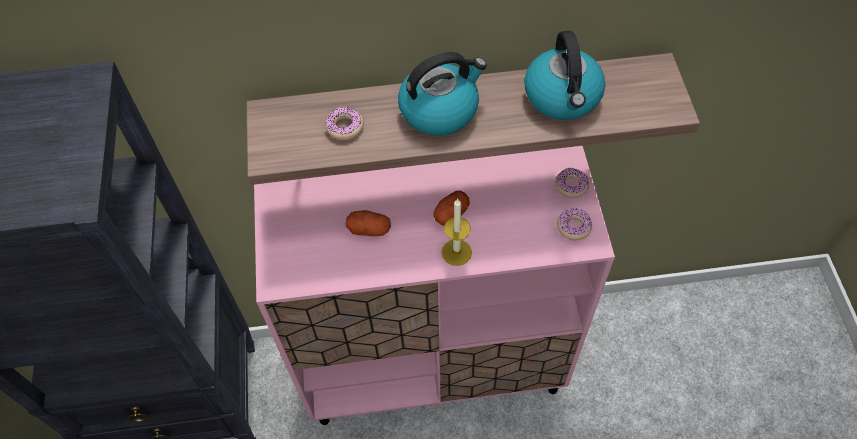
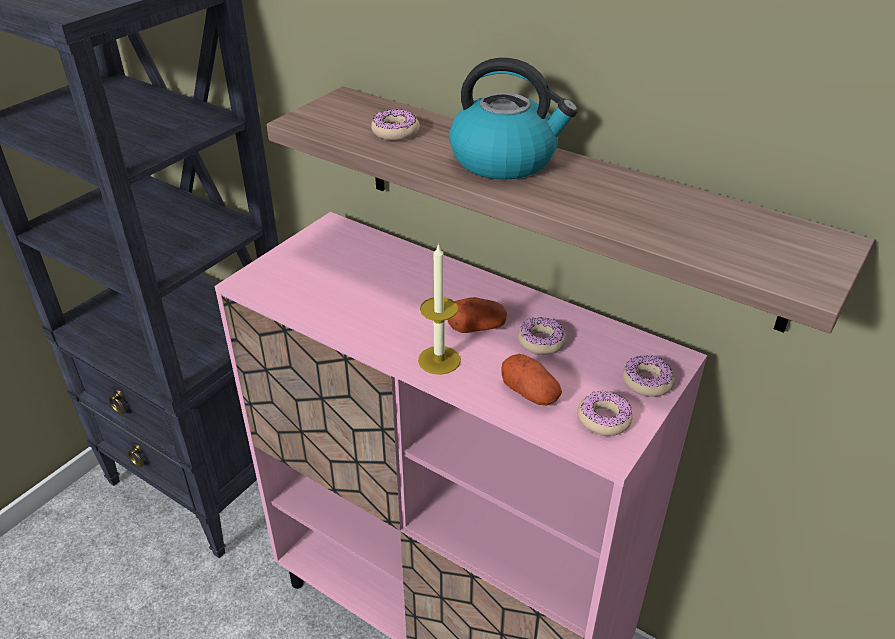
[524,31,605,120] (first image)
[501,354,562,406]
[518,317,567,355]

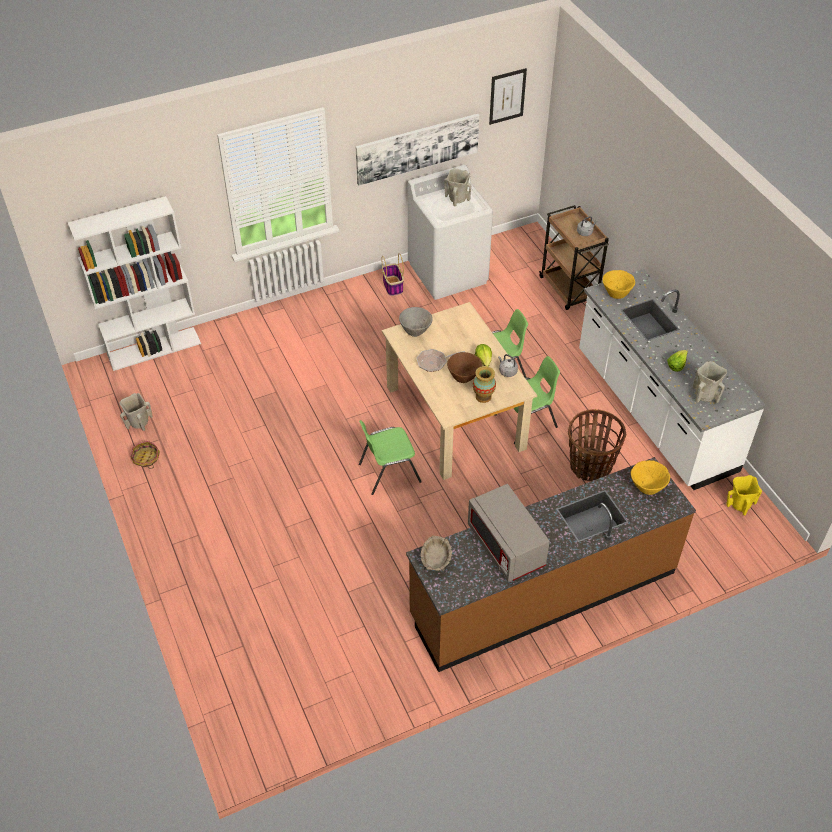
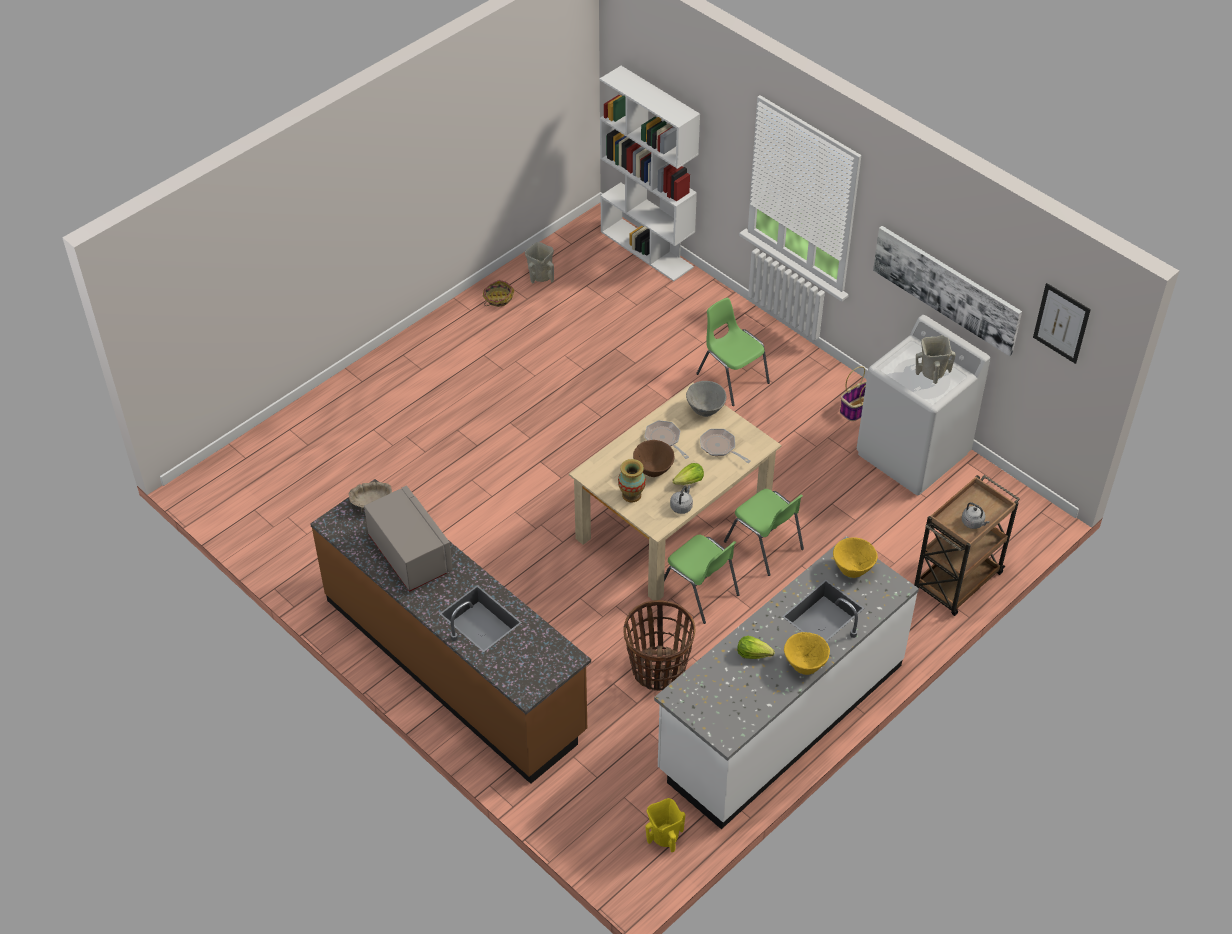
[693,361,727,403] (first image)
[696,298,770,406]
[784,632,830,675]
[364,486,453,592]
[700,429,751,463]

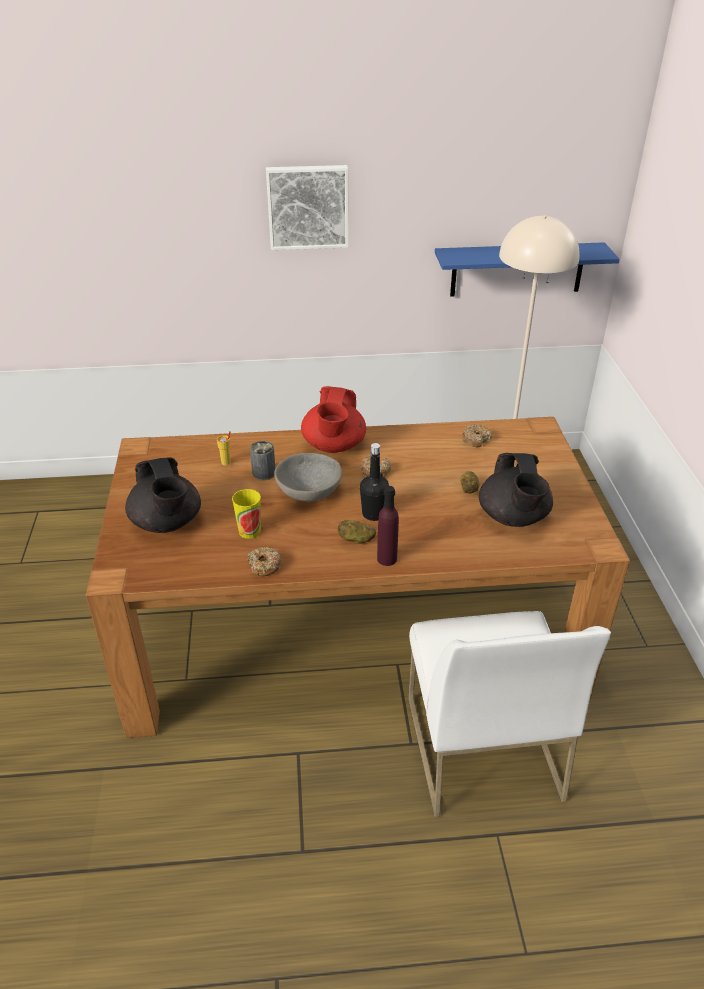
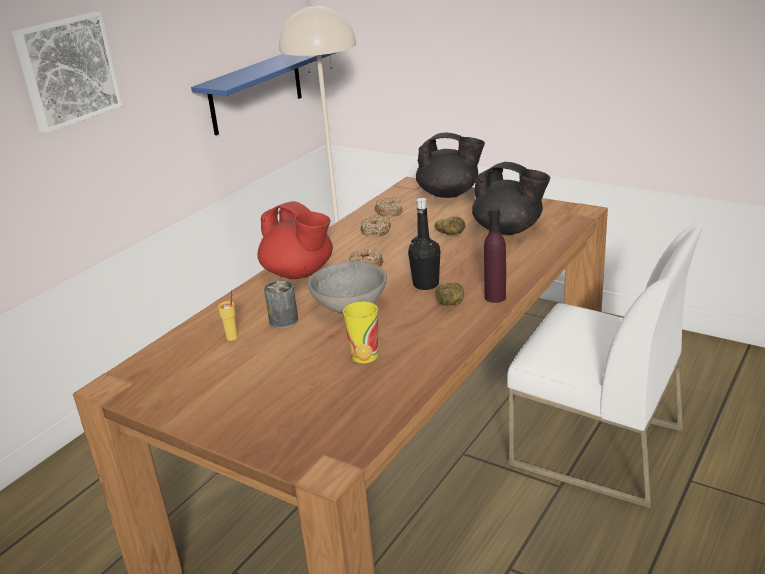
[416,132,485,198]
[360,215,391,236]

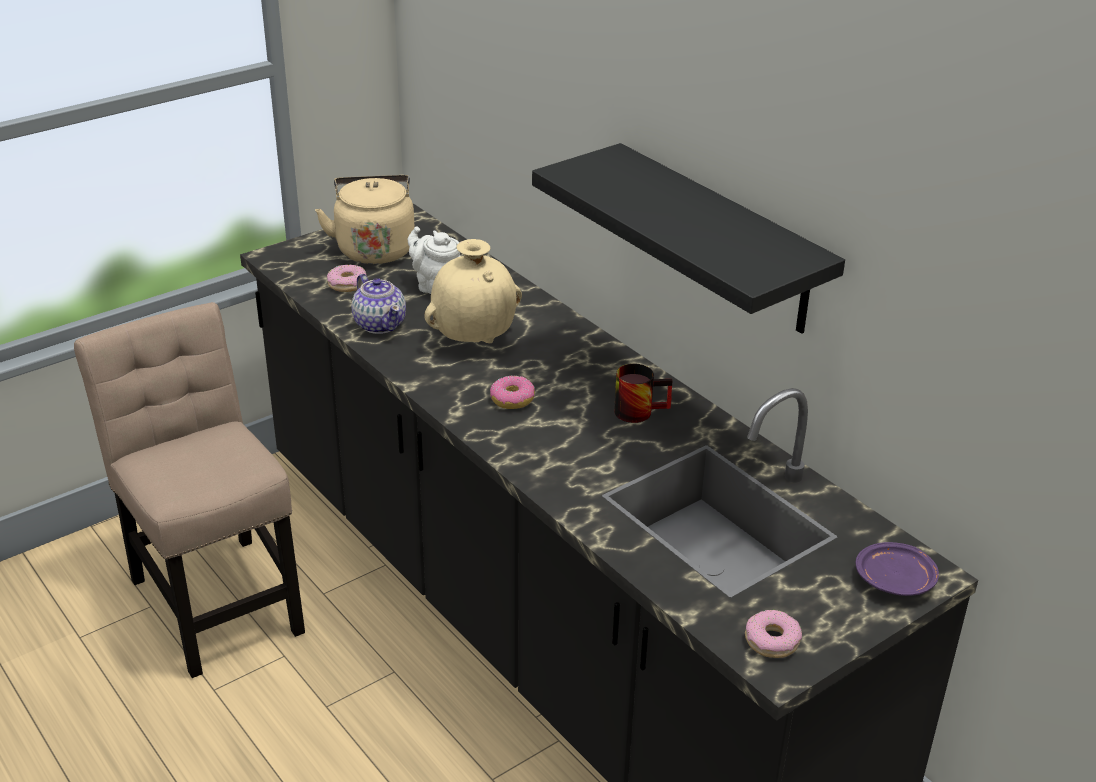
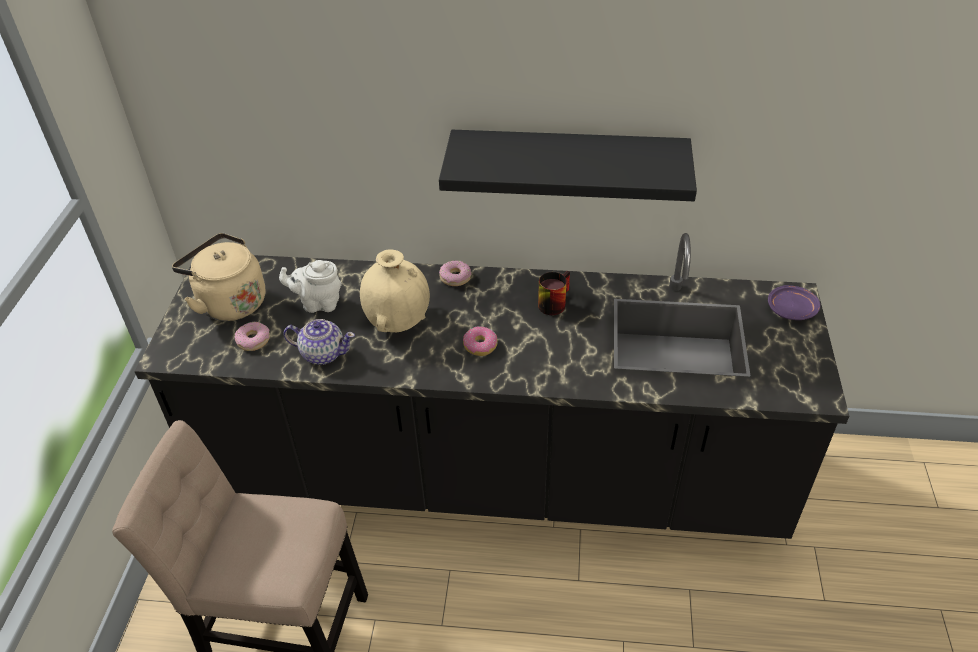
[439,261,471,286]

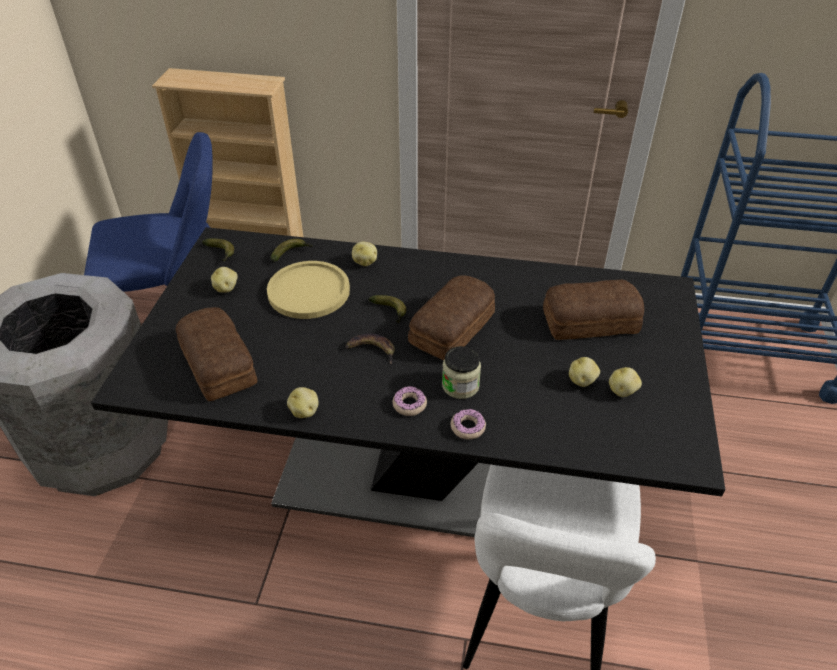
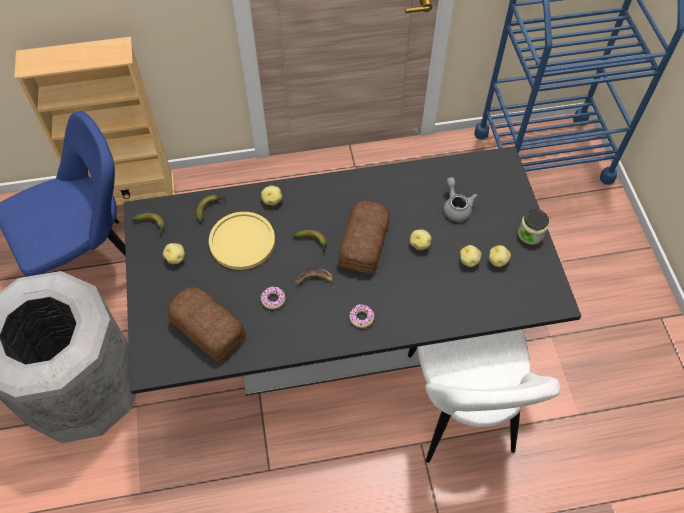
[443,177,478,222]
[518,209,549,245]
[410,229,432,250]
[261,286,285,309]

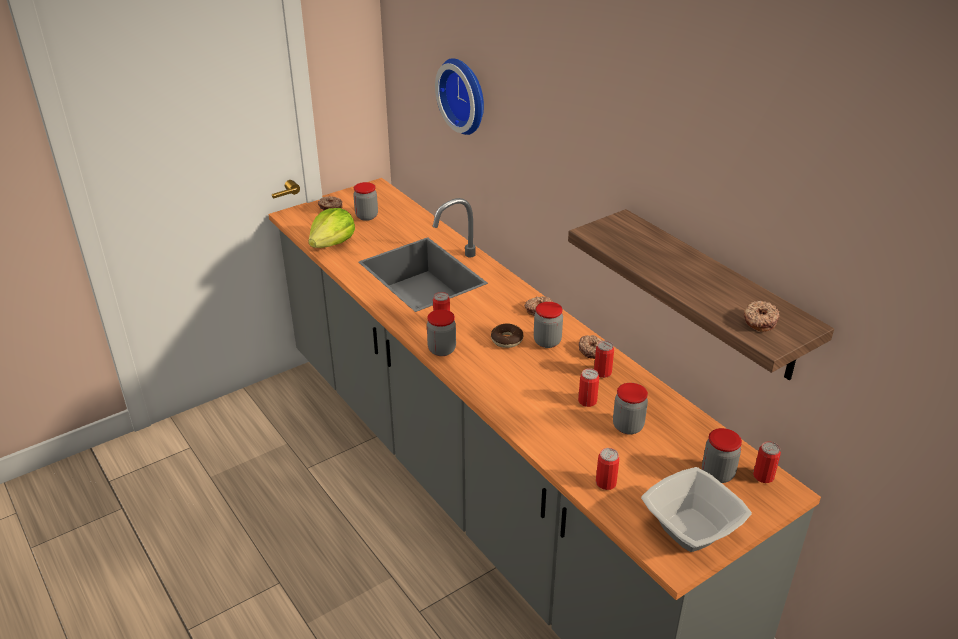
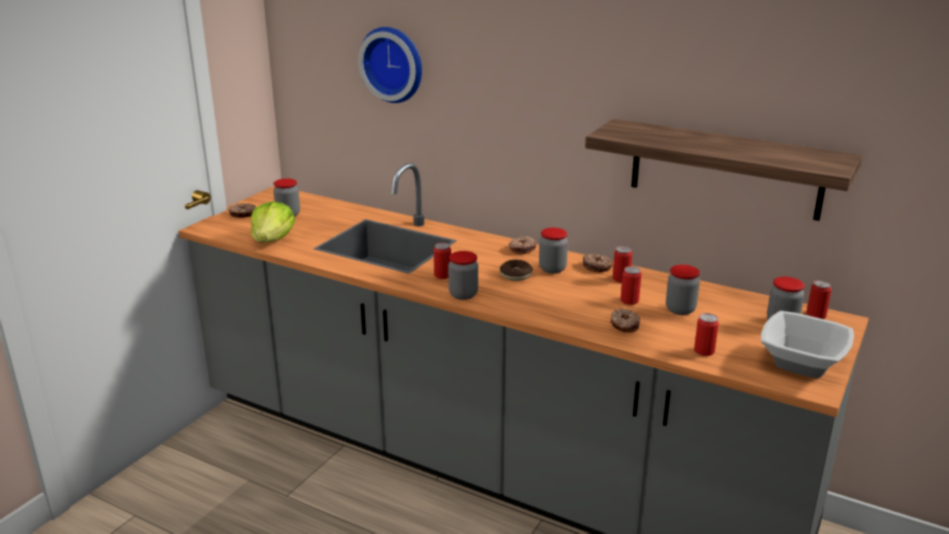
[610,309,640,333]

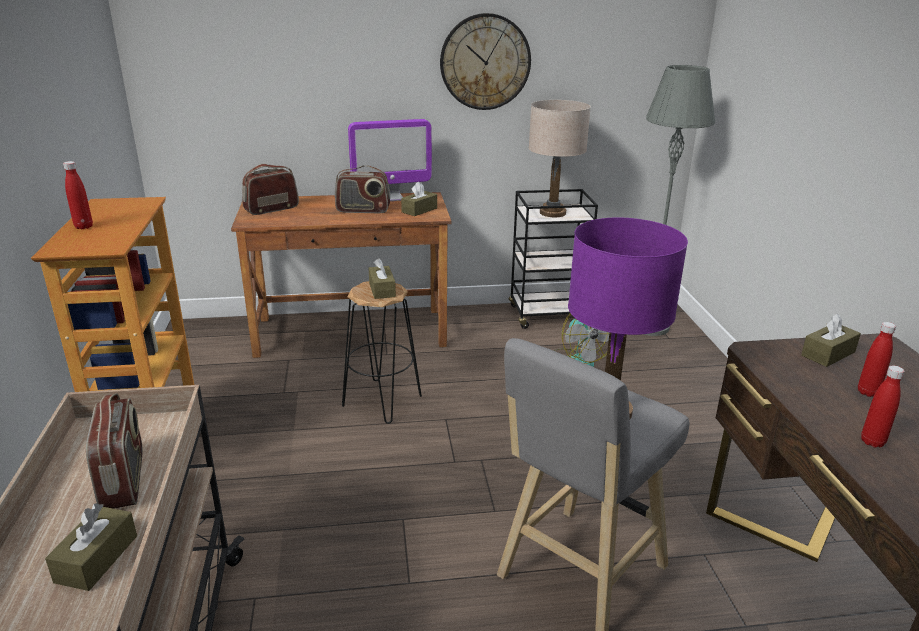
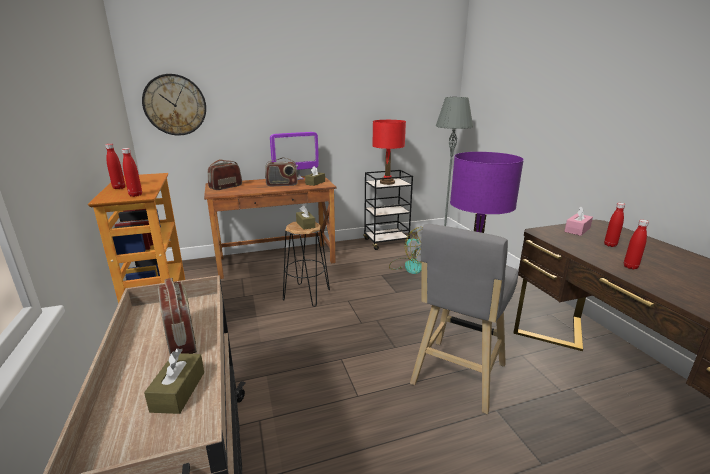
[142,74,206,136]
[372,120,406,185]
[564,206,593,236]
[122,148,142,197]

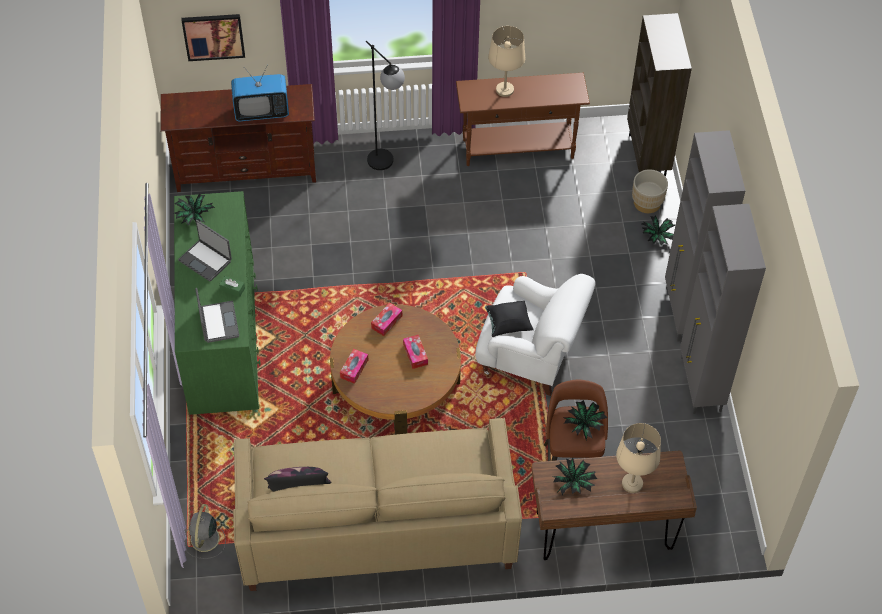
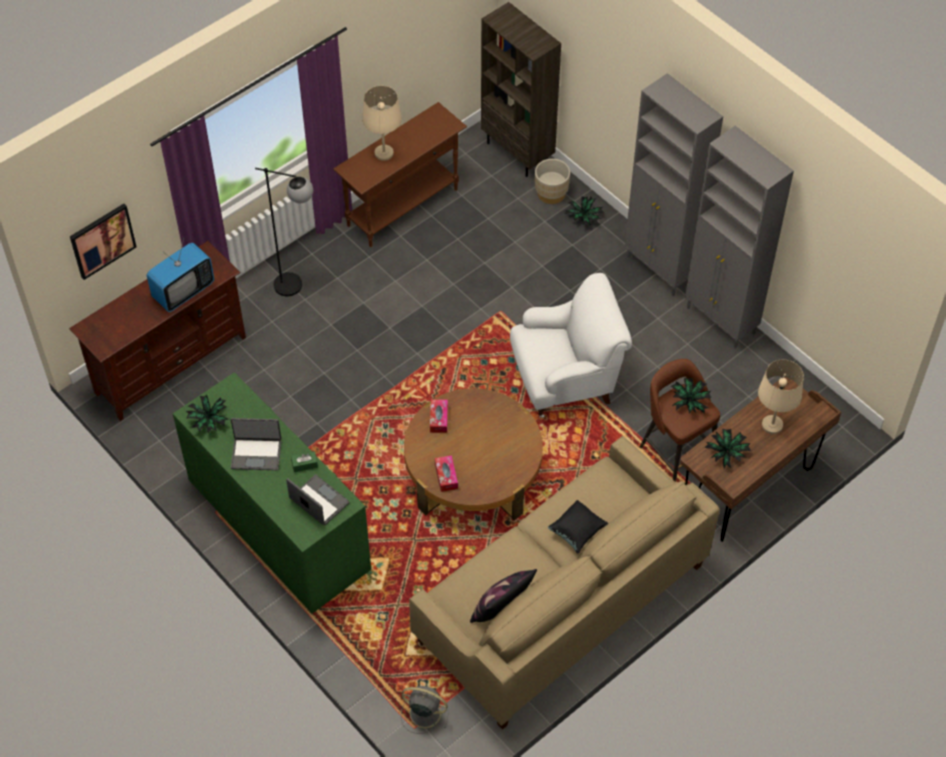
[548,500,608,554]
[403,335,428,369] (first image)
[401,686,449,734]

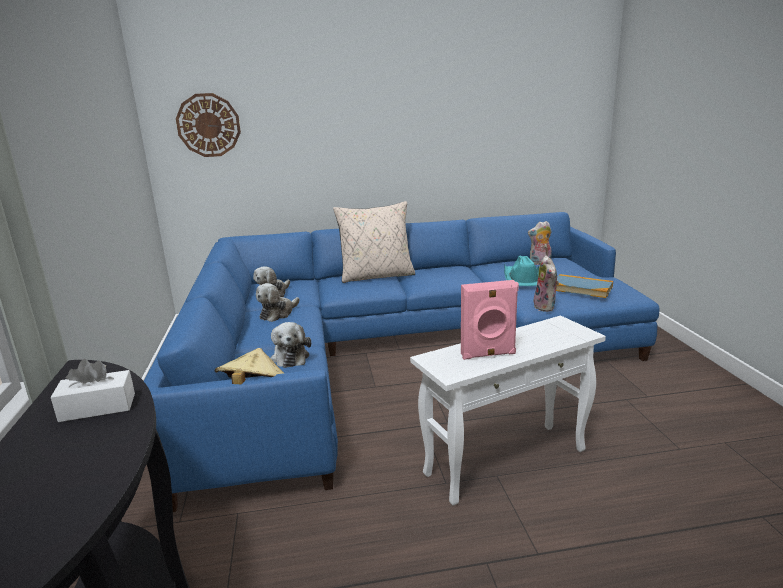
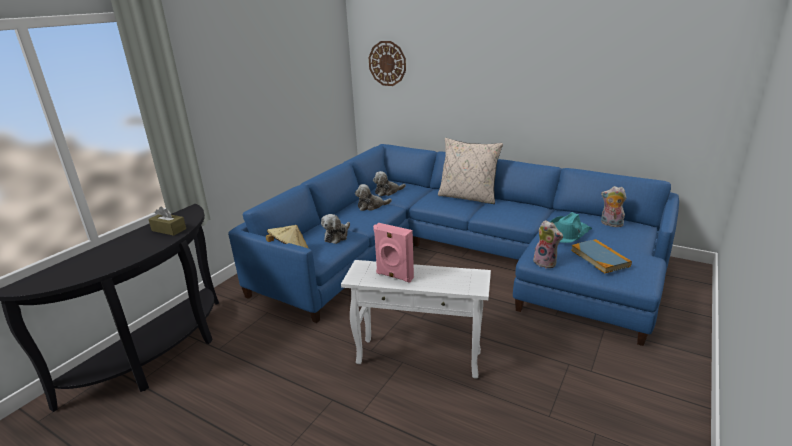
[530,220,563,269]
[148,206,186,236]

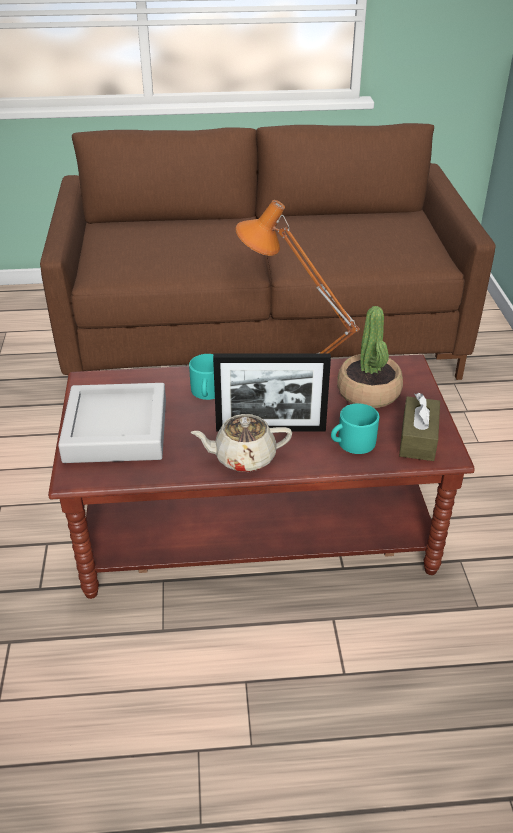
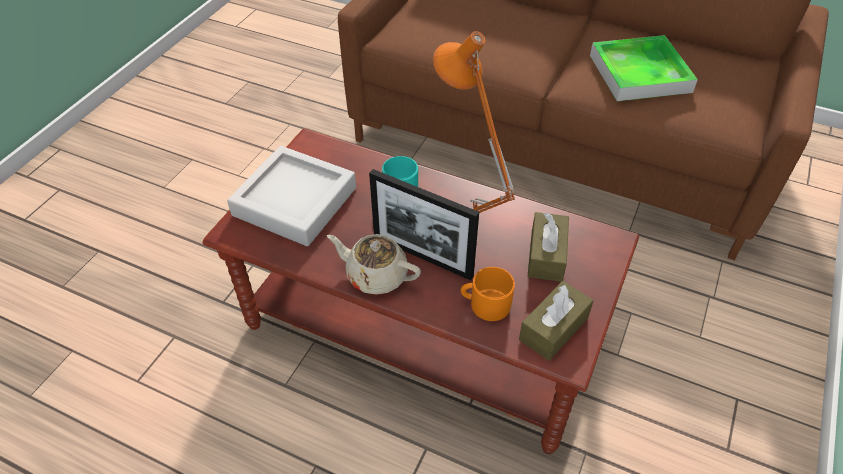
[527,212,569,282]
[461,267,515,321]
[590,35,698,101]

